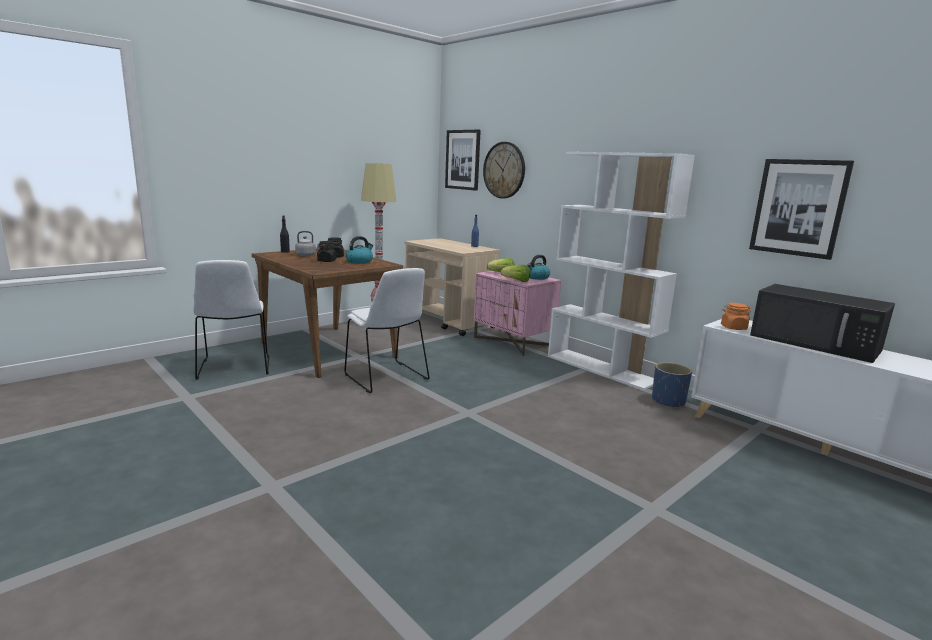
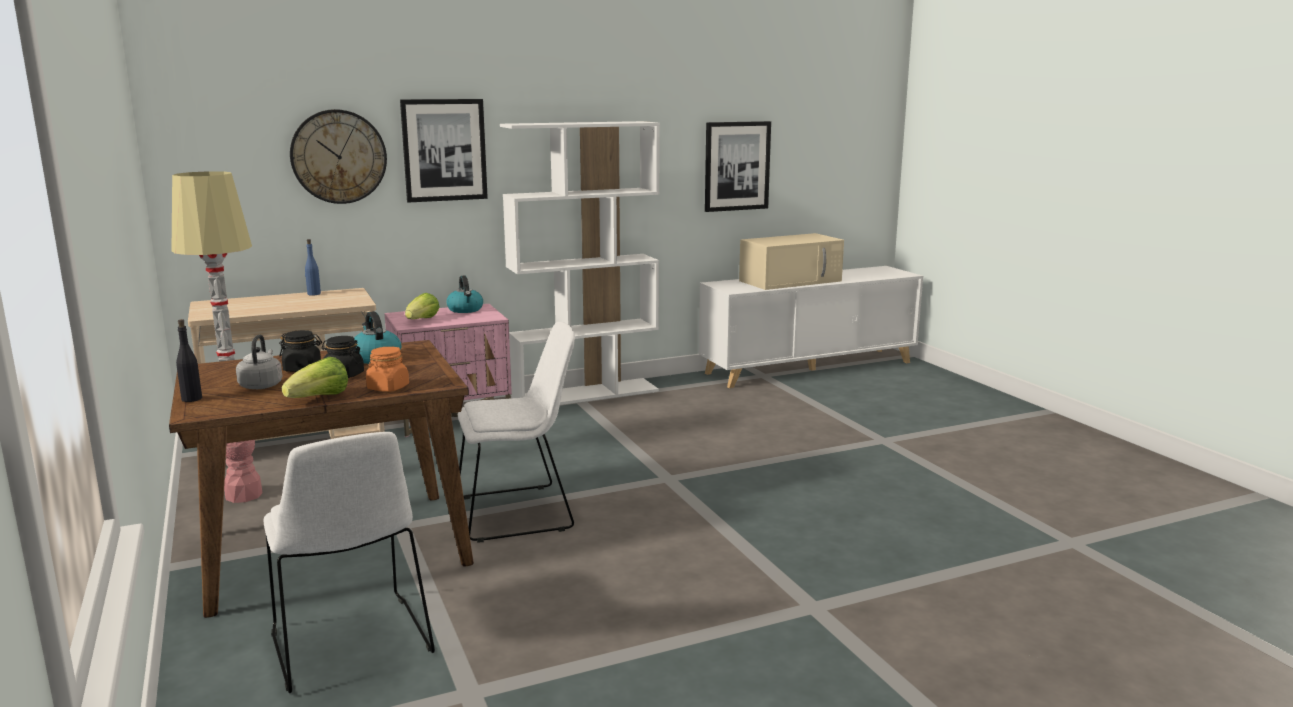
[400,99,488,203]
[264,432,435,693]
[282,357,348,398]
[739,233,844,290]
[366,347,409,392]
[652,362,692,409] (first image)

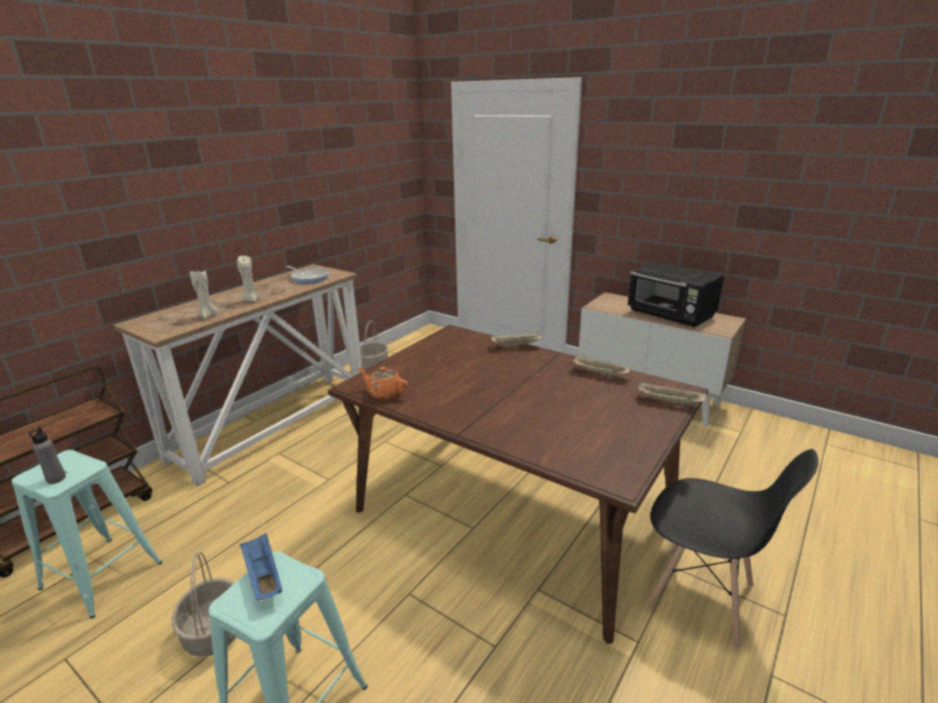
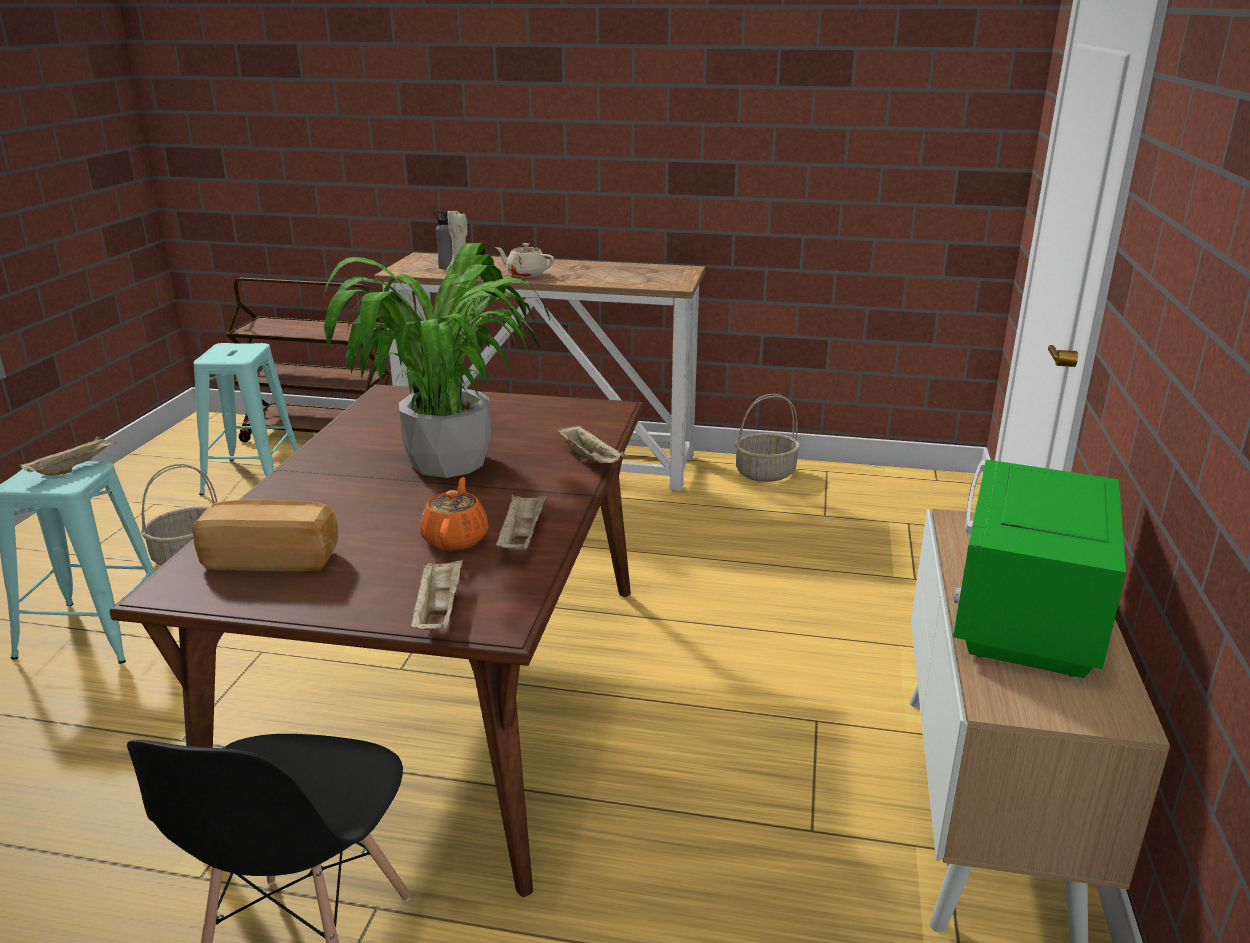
[495,243,554,278]
[953,459,1126,678]
[286,266,329,283] (first image)
[420,477,488,551]
[434,211,453,269]
[20,436,117,476]
[322,243,550,478]
[193,500,338,571]

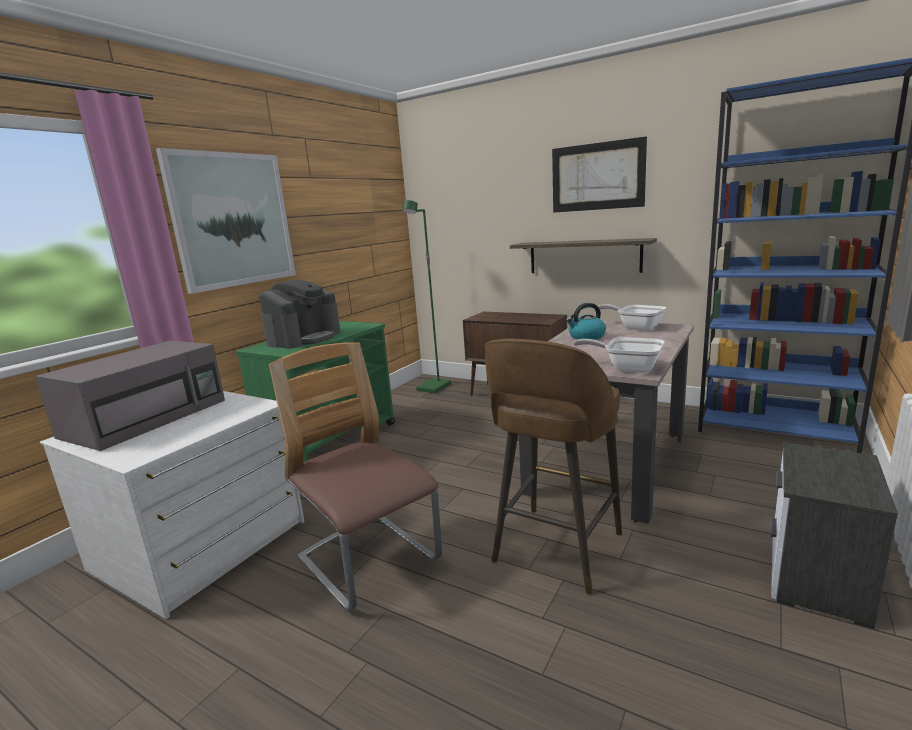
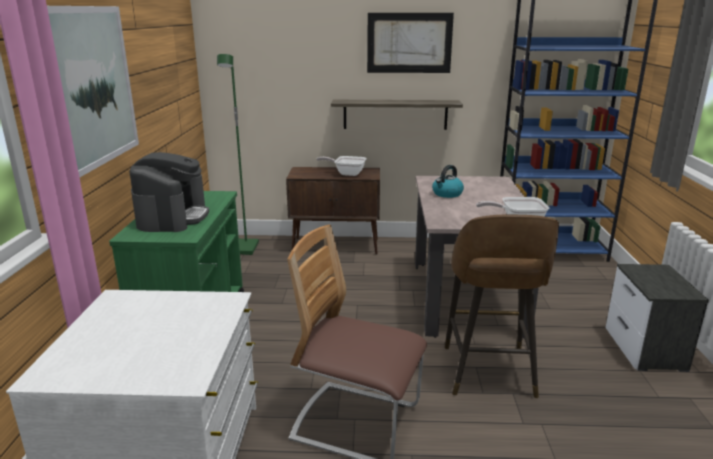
[317,156,366,176]
[35,341,225,451] (first image)

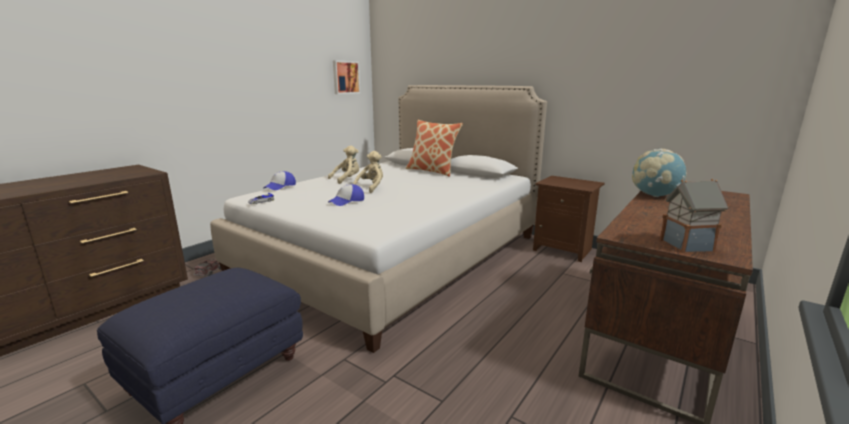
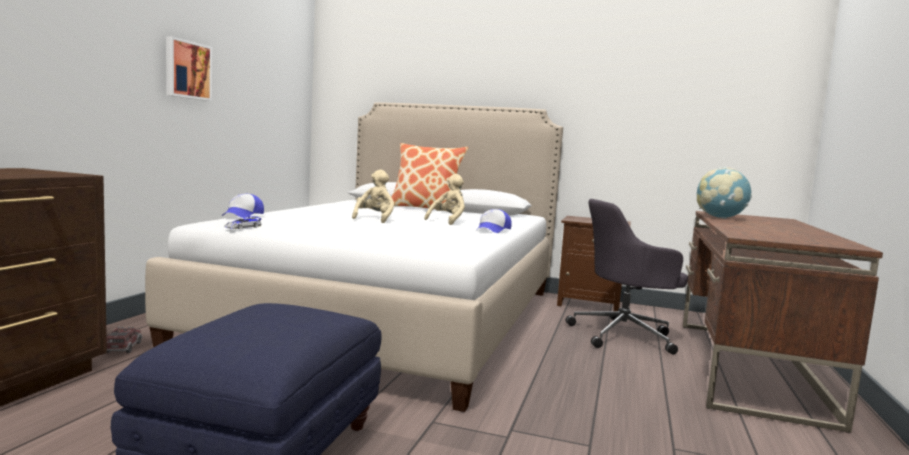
[166,36,212,101]
[424,174,465,225]
[659,179,729,253] (first image)
[477,209,512,233]
[566,199,688,355]

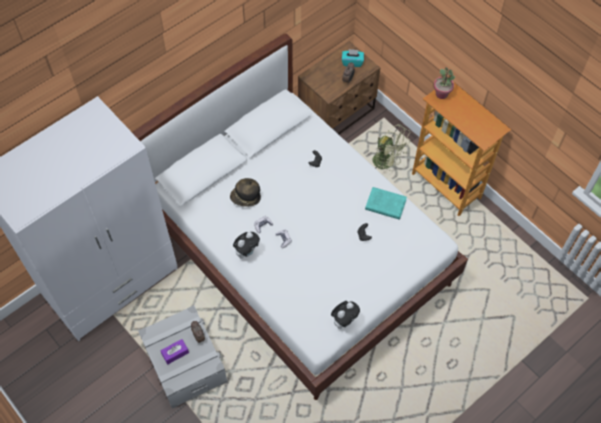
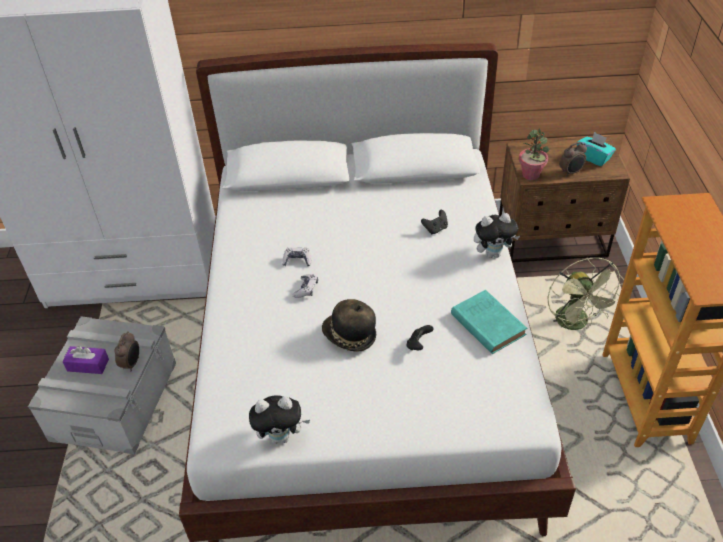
[519,128,549,180]
[322,299,376,352]
[474,213,520,258]

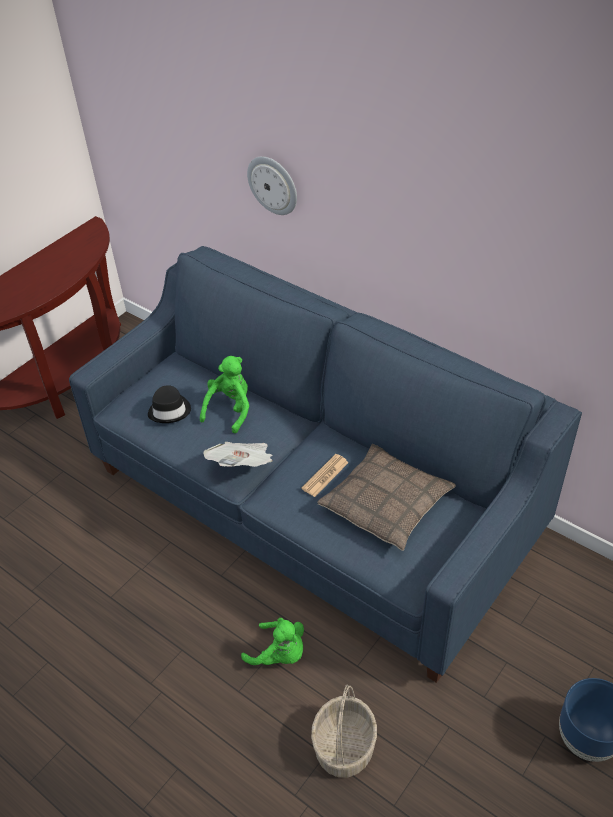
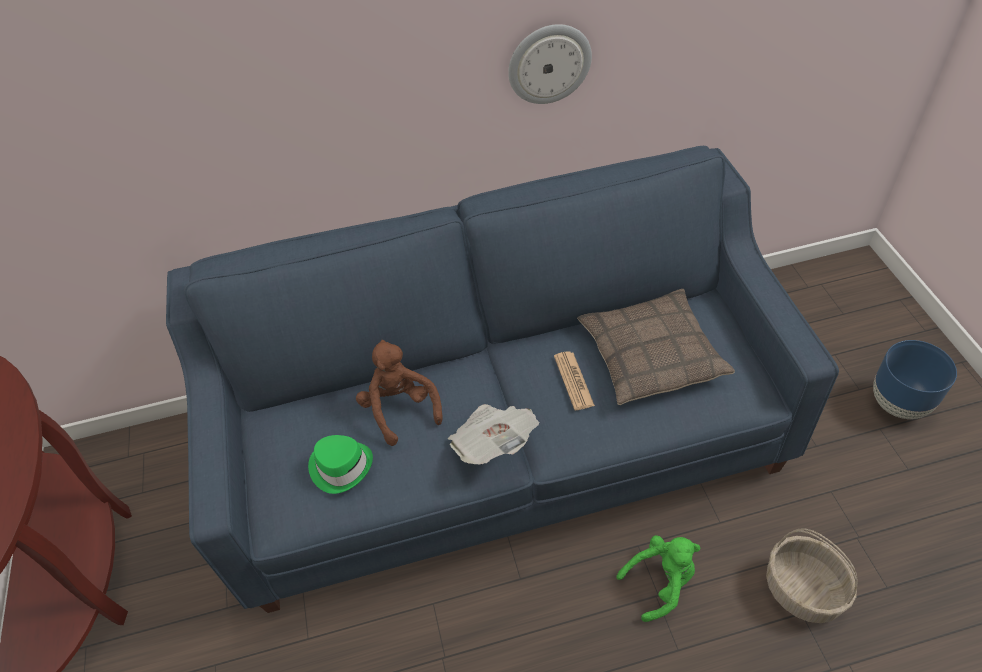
[508,24,592,104]
[356,340,443,446]
[308,435,373,494]

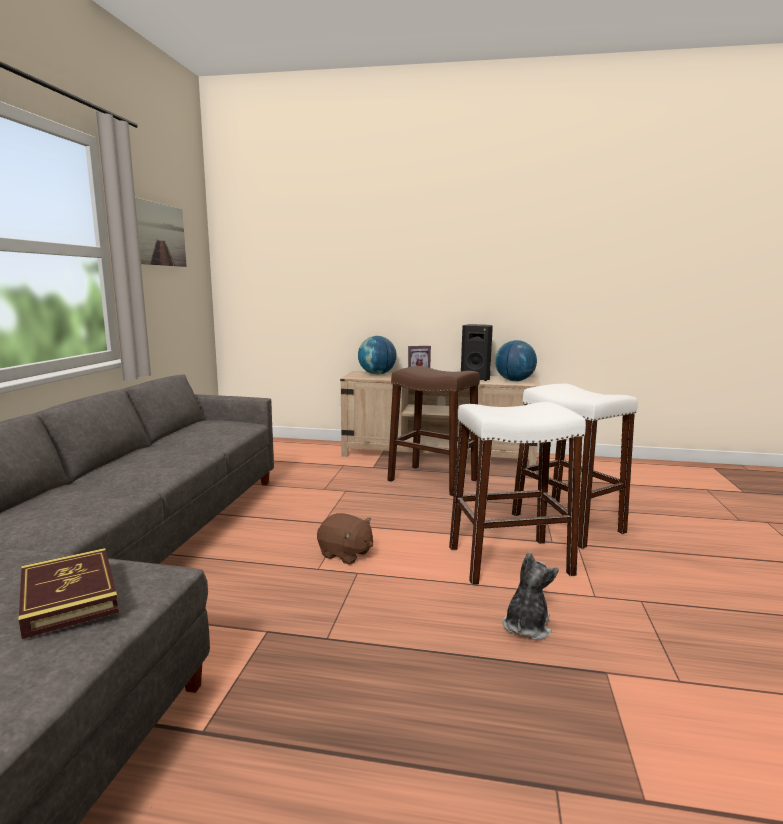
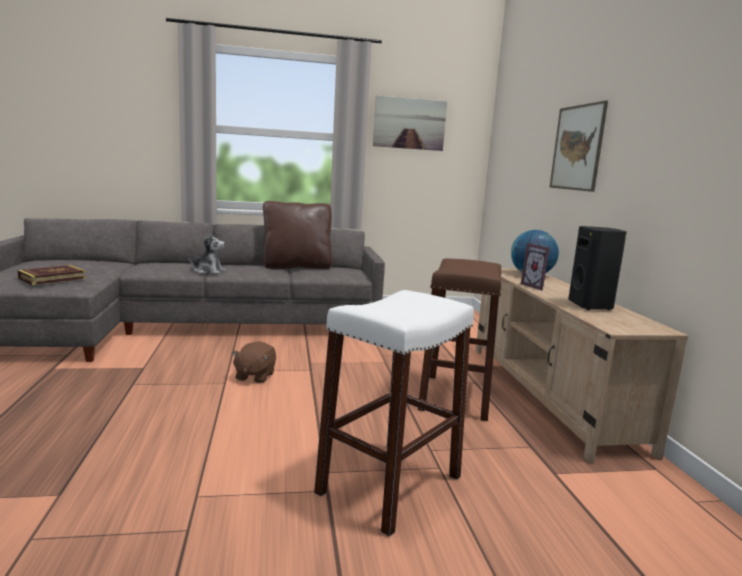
[495,340,537,381] (first image)
[449,402,586,585] (first image)
[187,230,226,274]
[550,100,608,192]
[263,201,333,269]

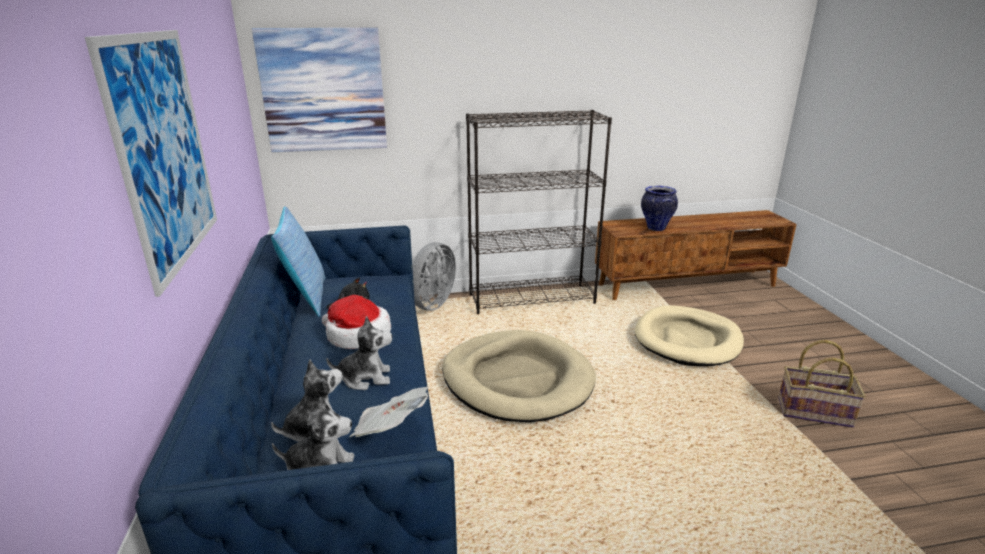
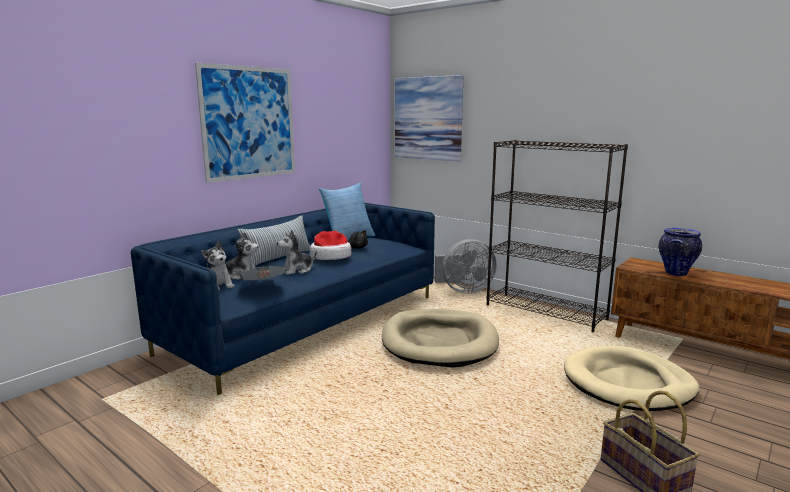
[277,230,317,275]
[238,215,310,266]

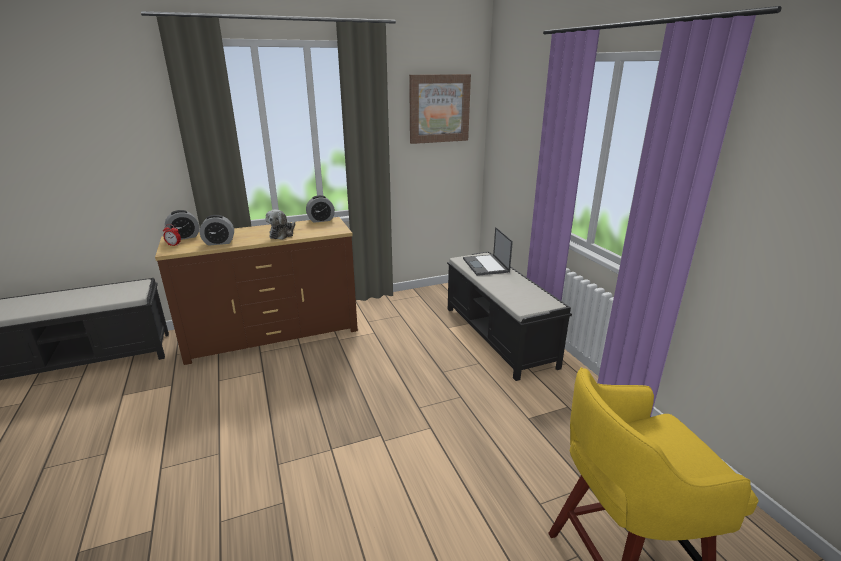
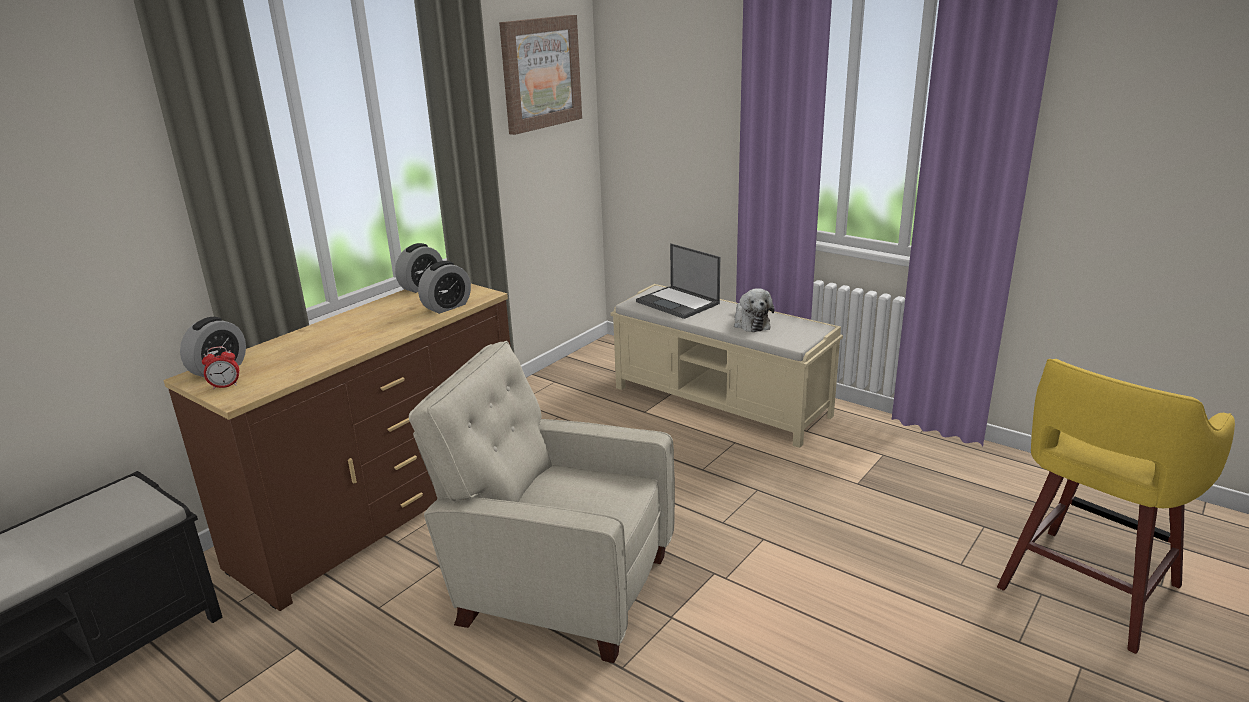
[734,288,774,332]
[418,261,471,314]
[610,284,843,448]
[409,341,675,663]

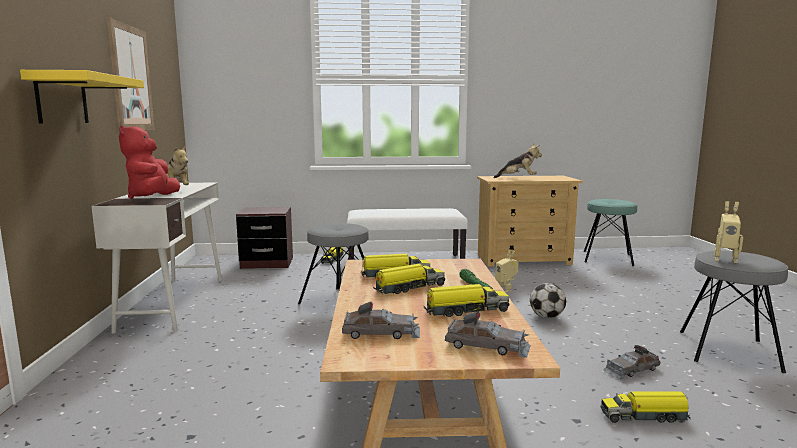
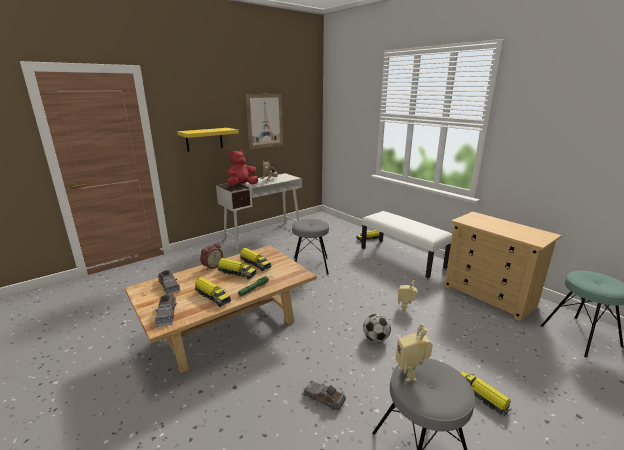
[494,143,542,178] (first image)
[236,207,293,269] (first image)
[461,371,511,415]
[200,243,223,270]

